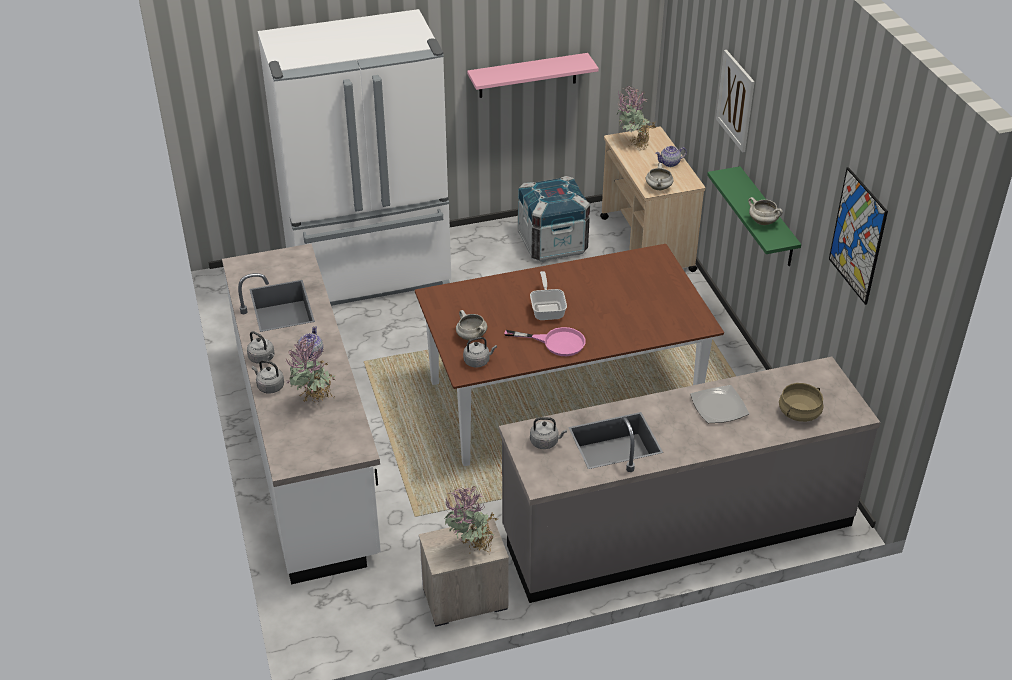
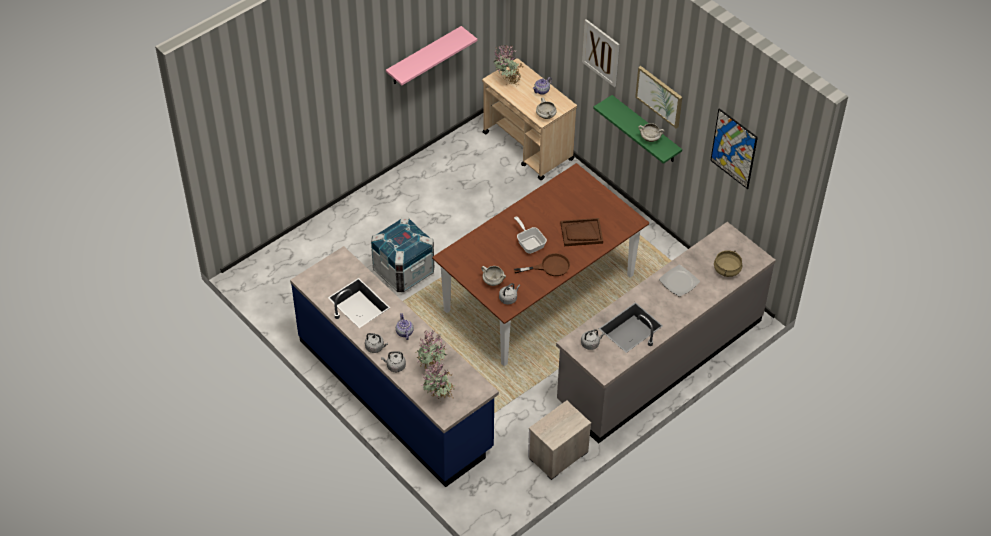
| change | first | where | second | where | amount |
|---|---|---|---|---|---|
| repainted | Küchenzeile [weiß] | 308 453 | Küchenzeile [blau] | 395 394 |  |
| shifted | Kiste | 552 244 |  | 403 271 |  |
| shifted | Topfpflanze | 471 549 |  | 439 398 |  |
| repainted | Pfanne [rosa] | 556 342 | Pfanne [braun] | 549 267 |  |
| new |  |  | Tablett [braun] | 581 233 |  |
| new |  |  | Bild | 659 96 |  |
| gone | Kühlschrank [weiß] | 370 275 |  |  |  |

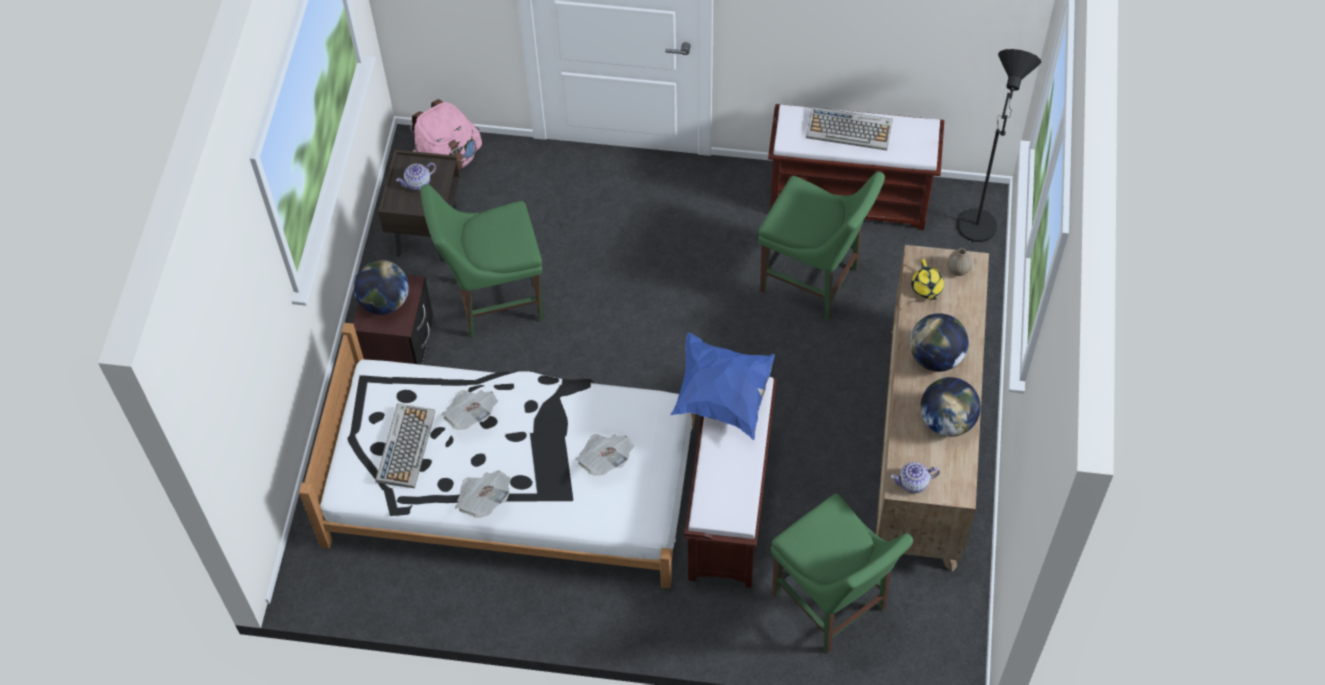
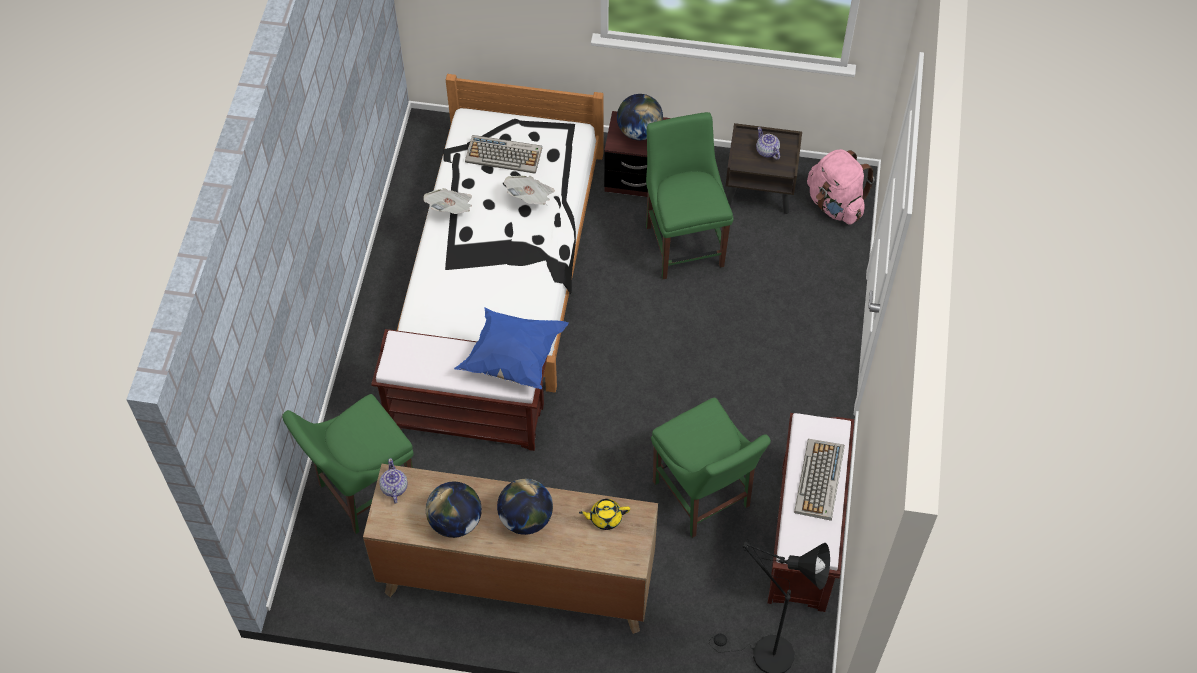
| change | first | where | second | where | amount |
|---|---|---|---|---|---|
| rotated | Stuhl [grün] | 814 282 |  | 703 498 | 60 degrees counterclockwise |
| gone | Zeitung | 604 460 |  |  |  |
| gone | Vase | 958 270 |  |  |  |

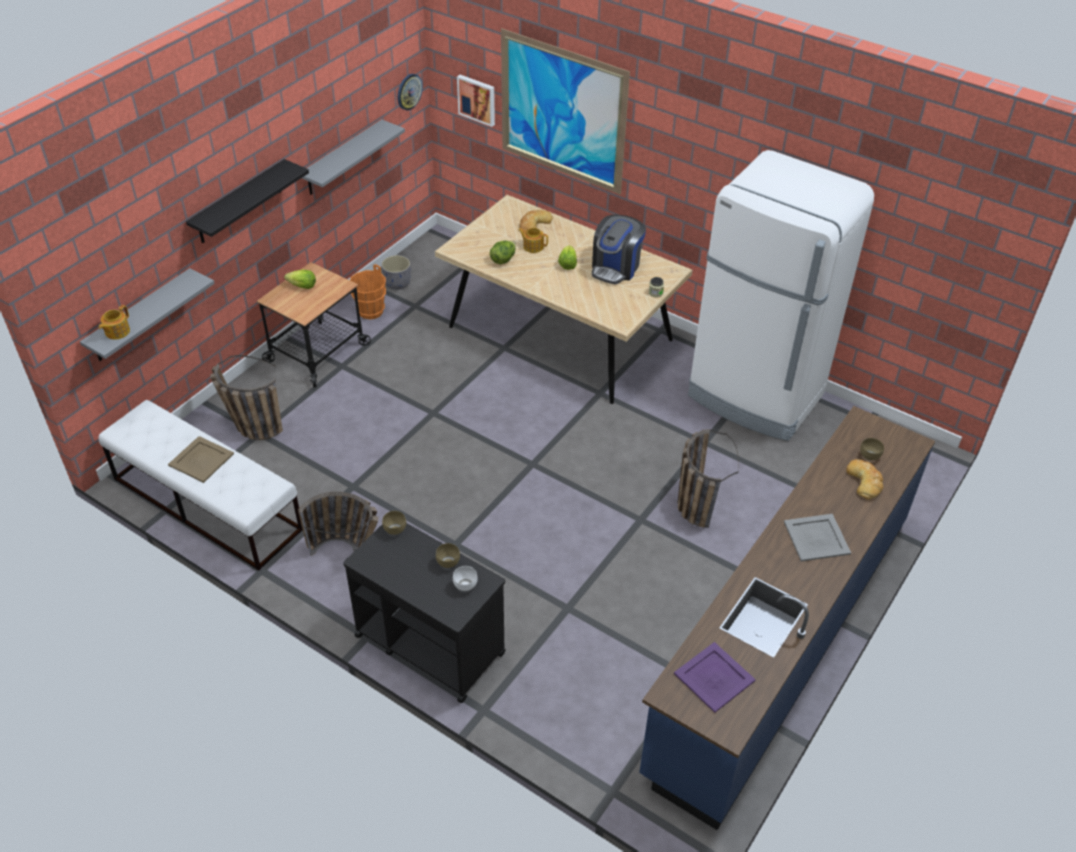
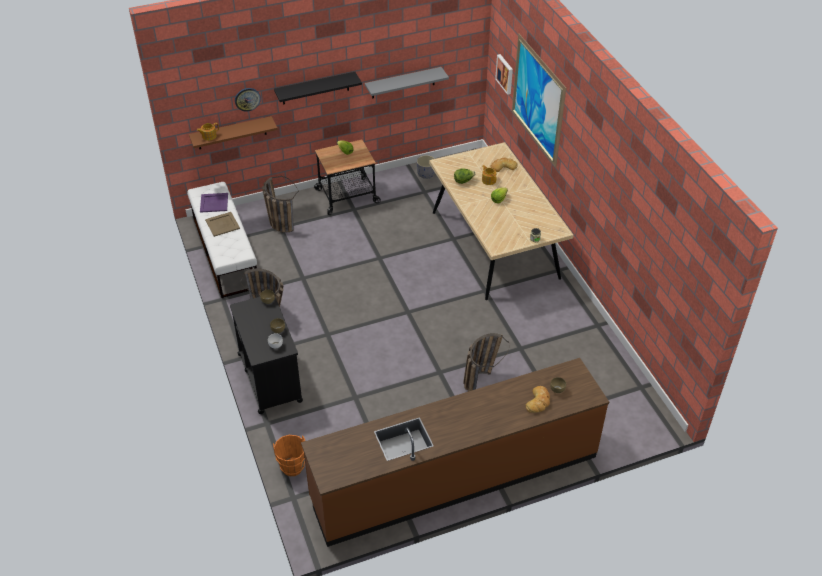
| change | first | where | second | where | amount |
|---|---|---|---|---|---|
| repainted | Wandregal [grau] | 140 316 | Wandregal [braun] | 231 133 |  |
| shifted | Tablett [lila] | 715 677 |  | 214 203 |  |
| shifted | Wanduhr | 409 91 |  | 247 99 |  |
| shifted | Eimer [orange] | 371 311 |  | 292 467 |  |
| repainted | Küchenzeile [blau] | 780 641 | Küchenzeile [braun] | 454 477 |  |
| gone | Kaffeemaschine | 616 267 |  |  |  |
| gone | Kühlschrank [weiß] | 755 397 |  |  |  |
| gone | Tablett [grau] | 817 538 |  |  |  |

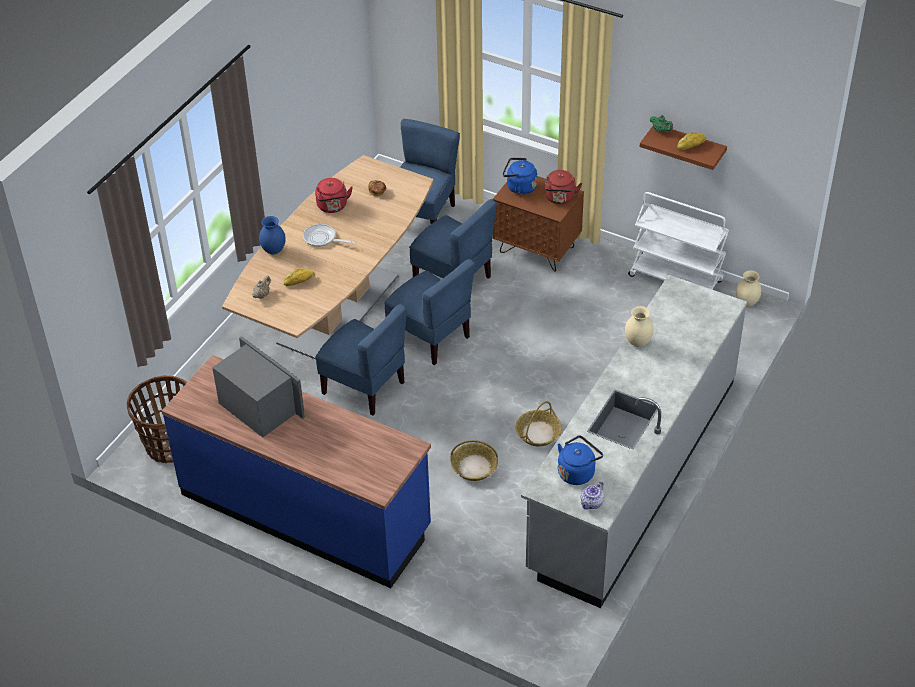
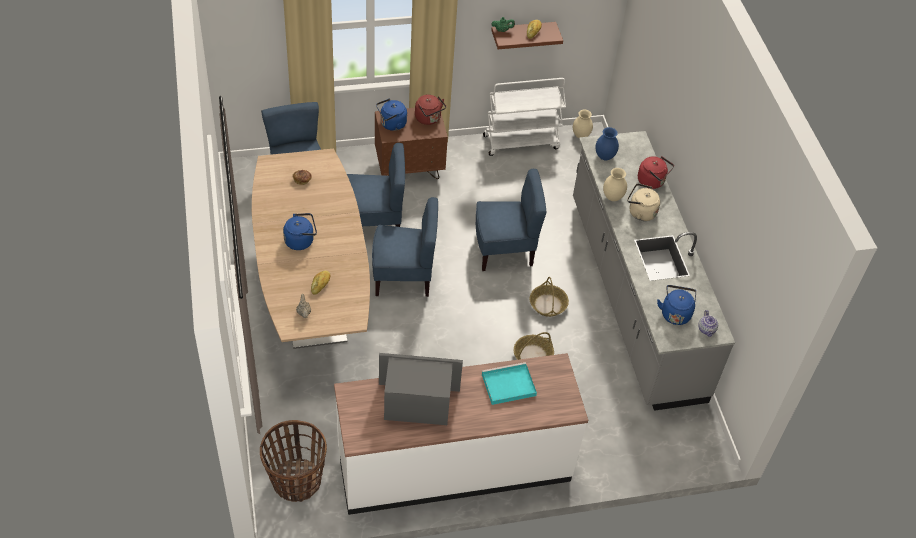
| change | first | where | second | where | amount |
|---|---|---|---|---|---|
| swapped | Pfanne | 322 239 | Wasserkessel [blau] | 301 240 |  |
| repainted | Küchenzeile [blau] | 305 511 | Küchenzeile [weiß] | 454 465 |  |
| shifted | Stuhl [blau] | 364 387 |  | 504 250 |  |
| new |  |  | Tablett [türkis] | 507 385 |  |
| shifted | Vase [blau] | 273 250 |  | 604 156 |  |
| new |  |  | Wasserkessel [beige] | 640 212 |  |
| shifted | Wasserkessel [rot] | 333 207 |  | 652 182 |  |

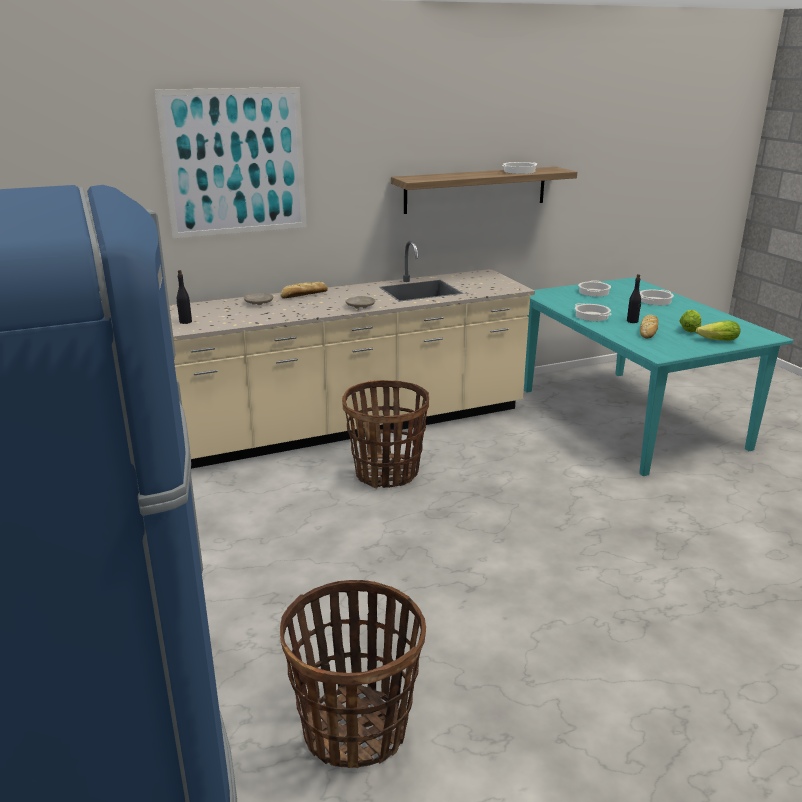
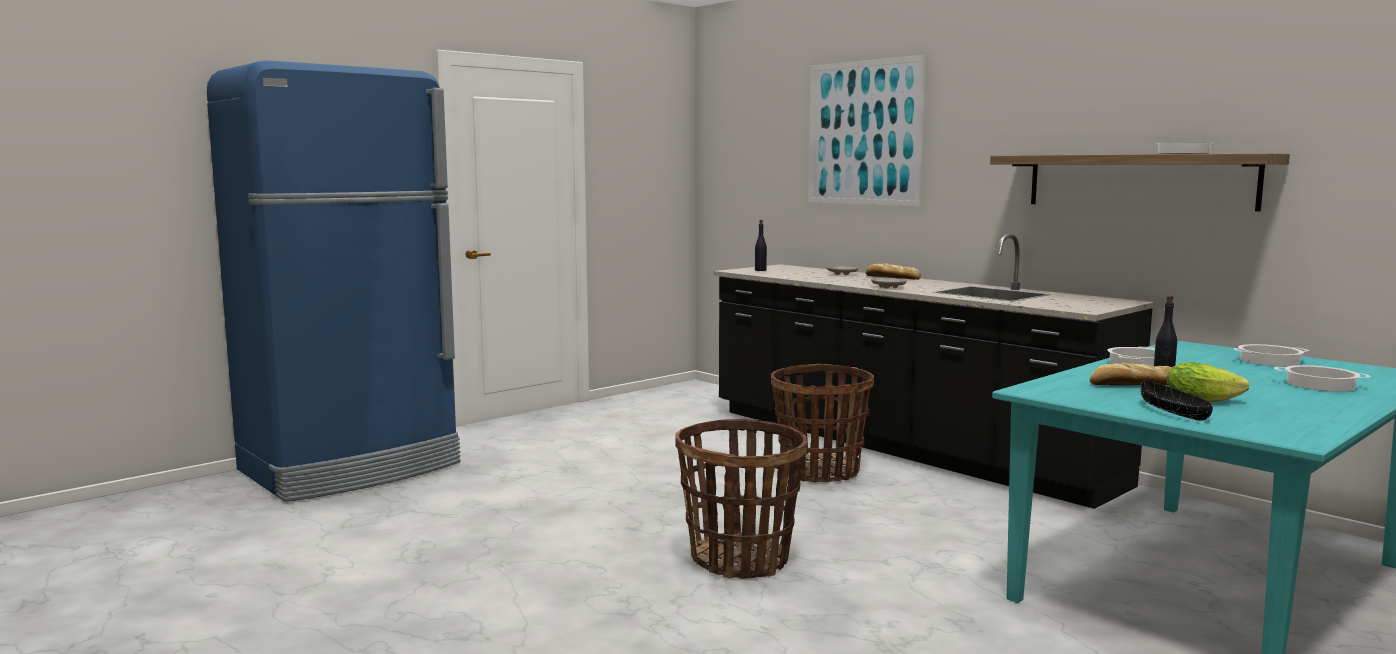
| change | first | where | second | where | amount |
|---|---|---|---|---|---|
| shifted | Korb | 355 729 |  | 740 560 |  |
| repainted | Küchenzeile [beige] | 350 427 | Küchenzeile [schwarz] | 900 446 |  |
| swapped | Salatkopf | 715 340 | Schüssel [schwarz] | 1174 412 |  |

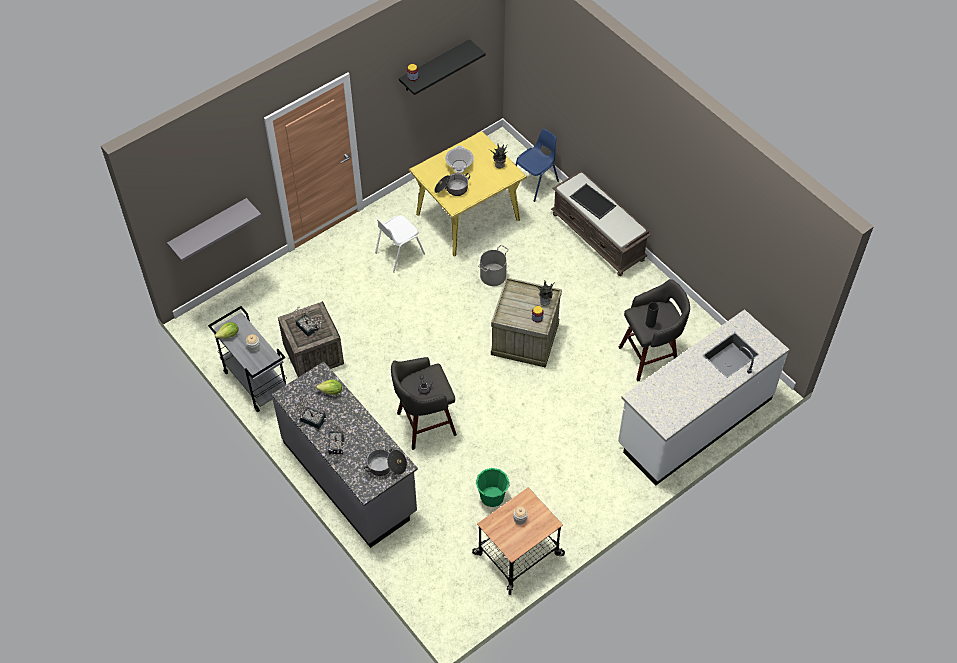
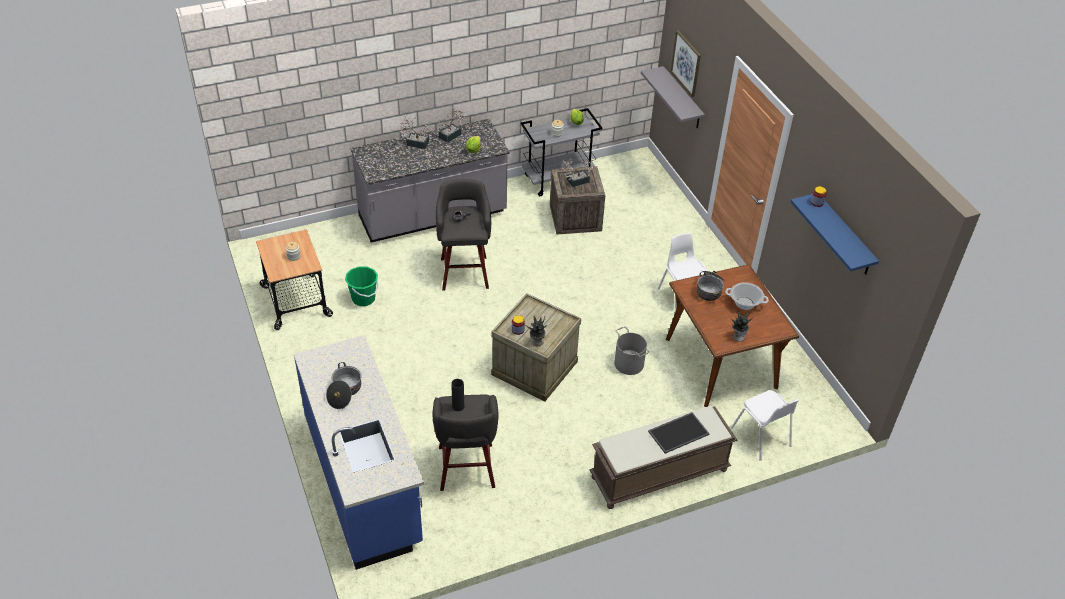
| change | first | where | second | where | amount |
|---|---|---|---|---|---|
| repainted | Küchenzeile [weiß] | 694 421 | Küchenzeile [blau] | 364 481 |  |
| shifted | Kochtopf | 386 466 |  | 344 392 |  |
| repainted | Esstisch [gelb] | 468 216 | Esstisch [braun] | 721 363 |  |
| new |  |  | Bild | 686 63 |  |
| repainted | Stuhl [blau] | 535 183 | Stuhl [weiß] | 761 437 |  |
| repainted | Wandregal [schwarz] | 434 66 | Wandregal [blau] | 844 235 |  |

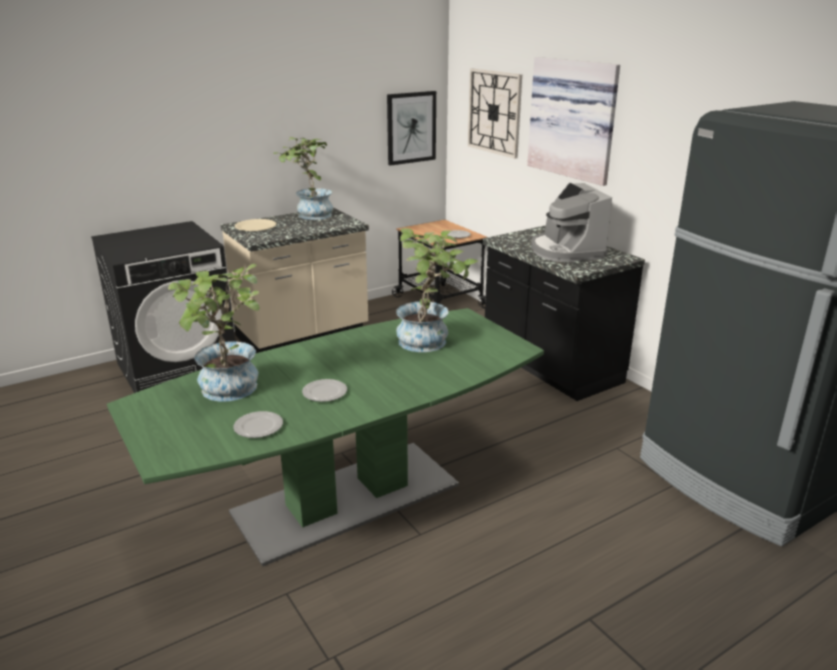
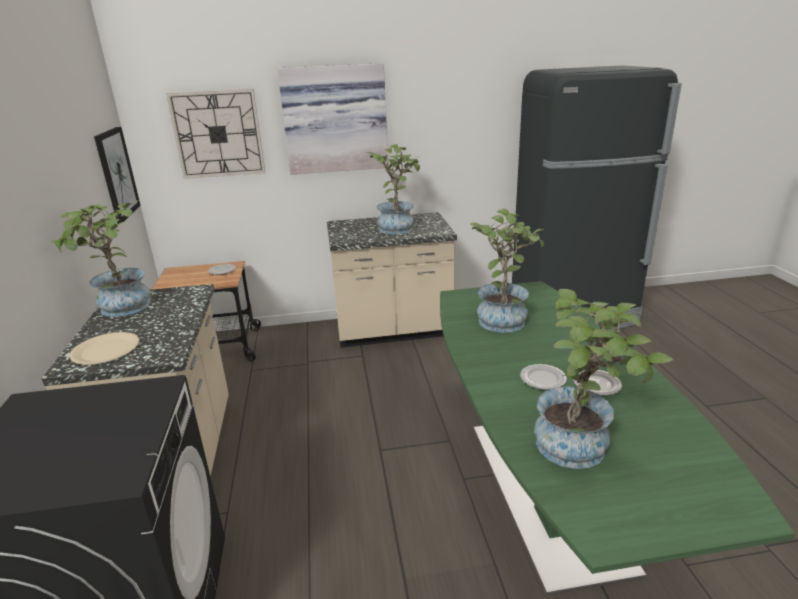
| change | first | where | second | where | amount |
|---|---|---|---|---|---|
| repainted | Küchenzeile [schwarz] | 549 368 | Küchenzeile [beige] | 393 331 |  |
| swapped | Kaffeemaschine | 566 251 | Topfpflanze | 398 227 |  |
| shifted | Teller | 258 427 |  | 542 379 |  |

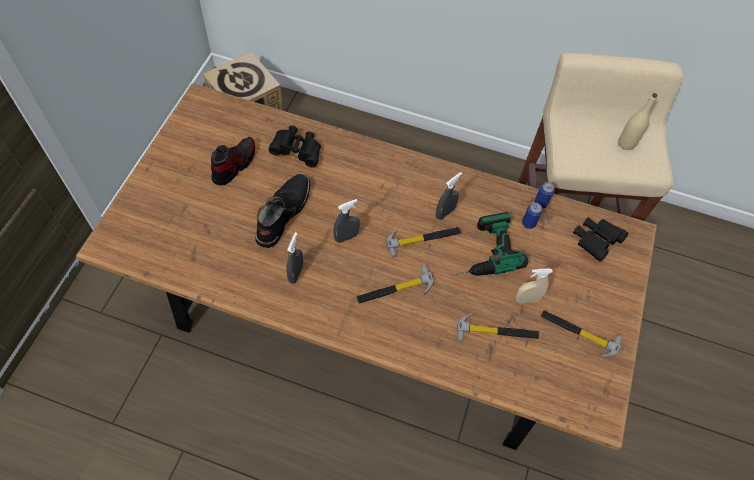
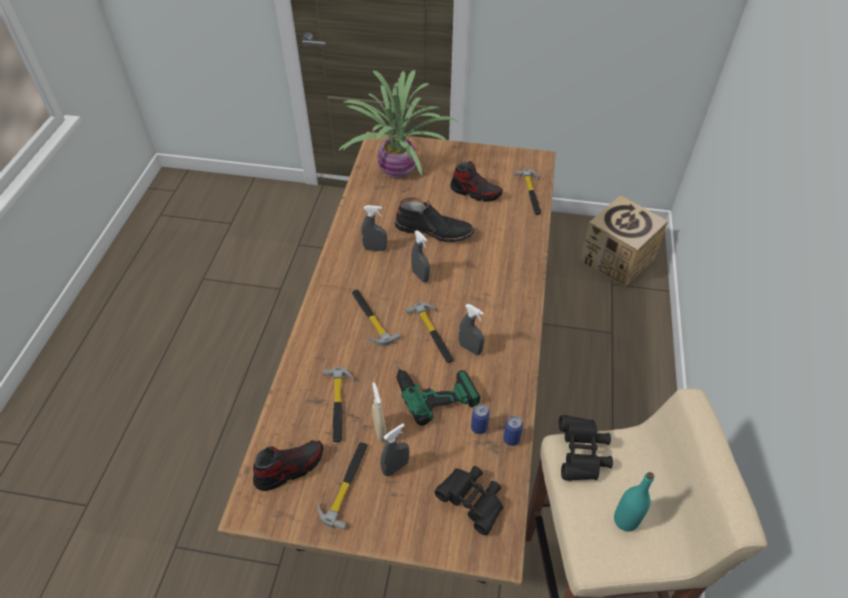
| change | first | where | second | where | amount |
|---|---|---|---|---|---|
| new |  |  | Schuh | 289 468 |  |
| new |  |  | Topfpflanze | 397 172 |  |
| new |  |  | Sprühflasche [grau] | 395 467 |  |
| new |  |  | Hammer | 531 193 |  |
| shifted | Fernglas [schwarz] | 297 151 |  | 582 455 |  |
| repainted | Flasche [beige] | 626 144 | Flasche [türkis] | 625 520 |  |

